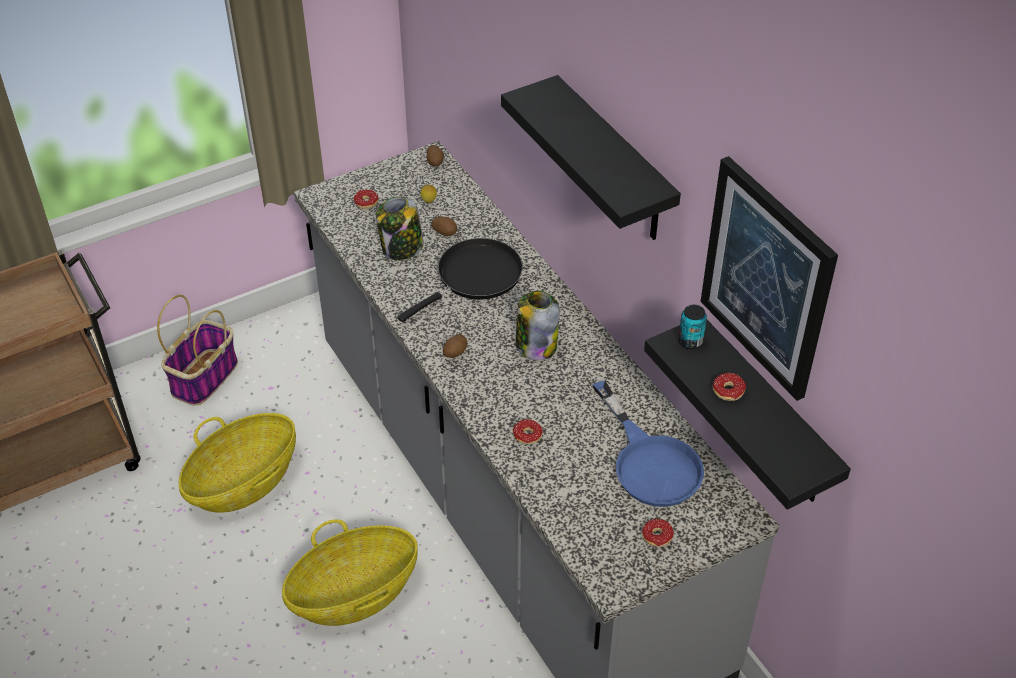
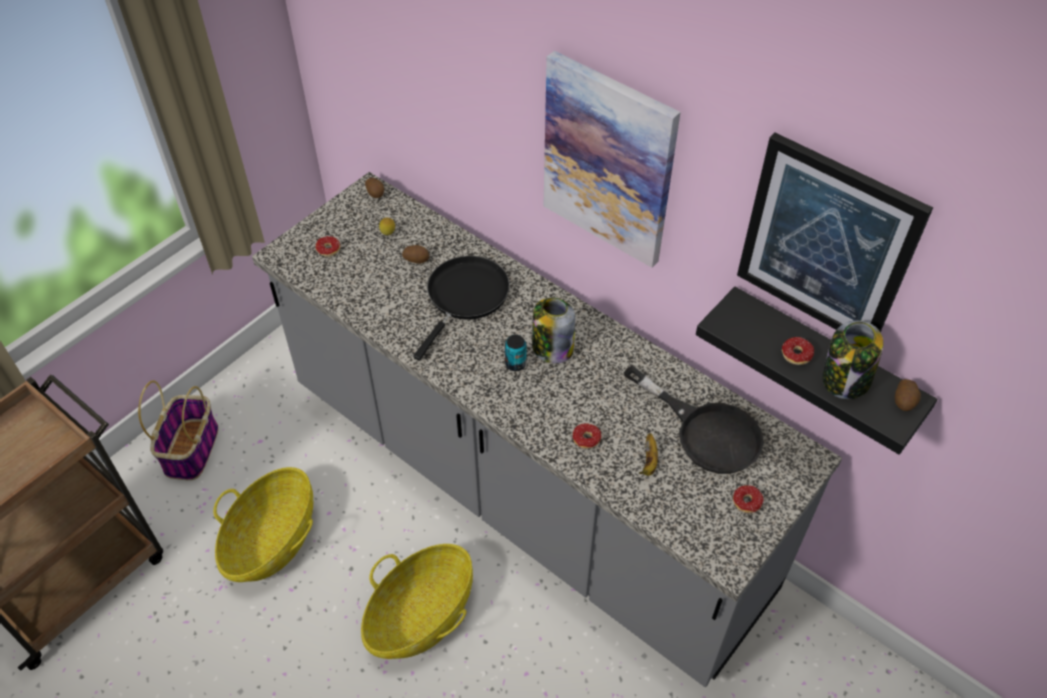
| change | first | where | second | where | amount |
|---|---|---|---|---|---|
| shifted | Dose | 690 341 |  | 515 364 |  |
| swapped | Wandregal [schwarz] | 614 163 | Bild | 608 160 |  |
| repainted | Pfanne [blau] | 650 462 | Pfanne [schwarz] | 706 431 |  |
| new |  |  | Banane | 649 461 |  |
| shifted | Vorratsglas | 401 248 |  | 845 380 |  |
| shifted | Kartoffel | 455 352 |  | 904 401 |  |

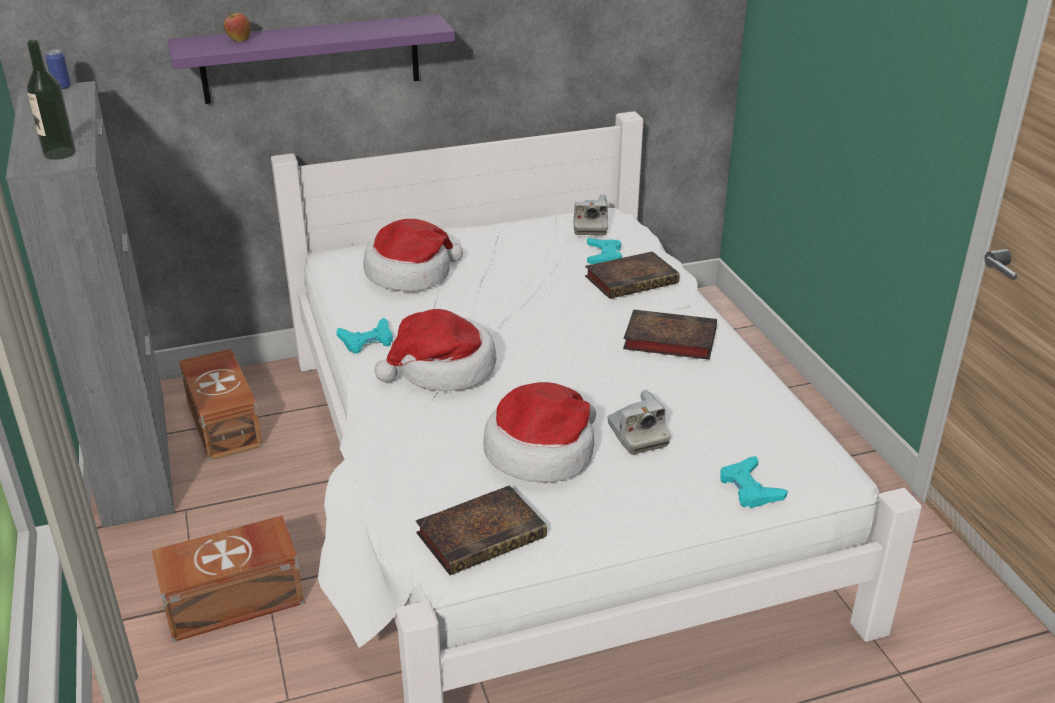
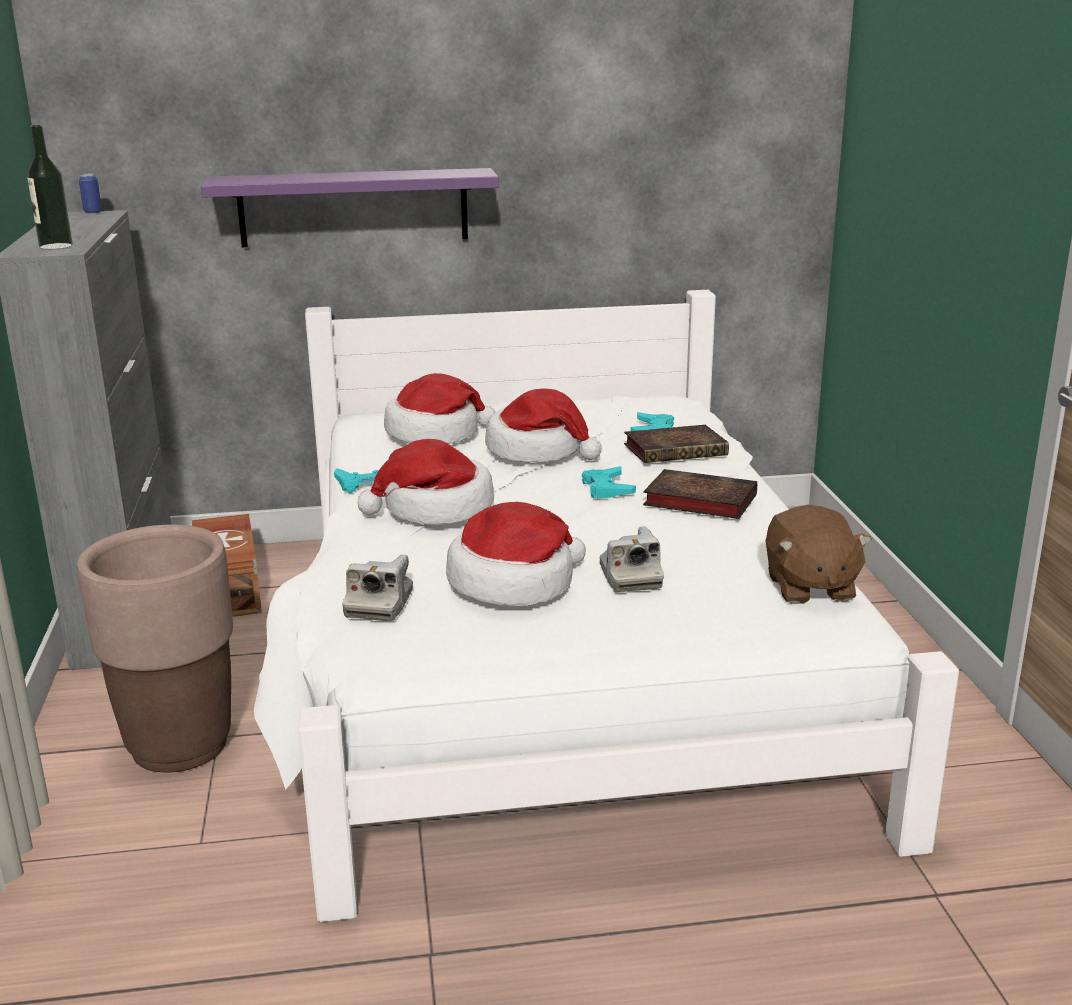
| change | first | where | second | where | amount |
|---|---|---|---|---|---|
| swapped | Aufbewahrungsbox [braun] | 236 601 | Pflanzkübel [braun] | 180 746 |  |
| shifted | Kamera | 590 226 |  | 379 604 |  |
| new |  |  | Hut | 538 450 |  |
| shifted | Gamepad [türkis] | 749 488 |  | 607 488 |  |
| new |  |  | Plüschtier [braun] | 809 587 |  |
| gone | Apfel | 239 40 |  |  |  |
| gone | Buch | 483 534 |  |  |  |

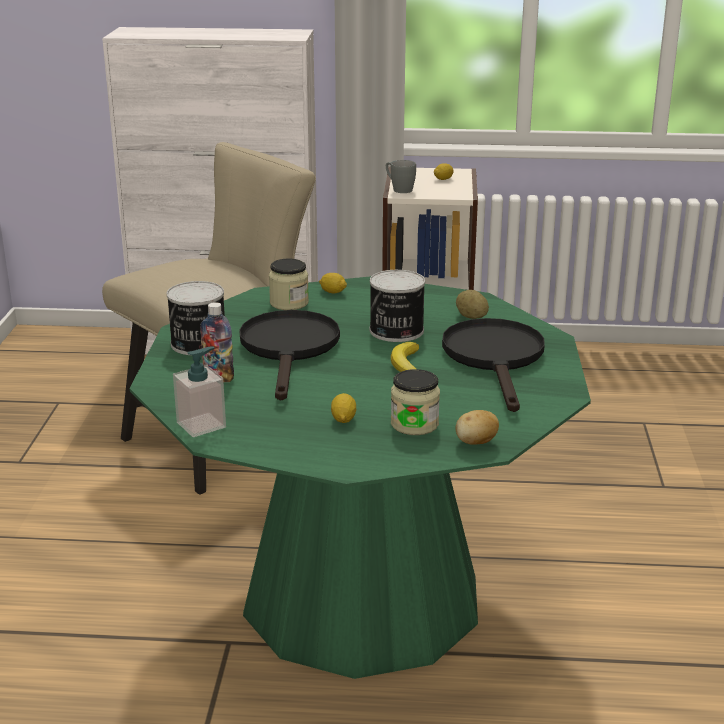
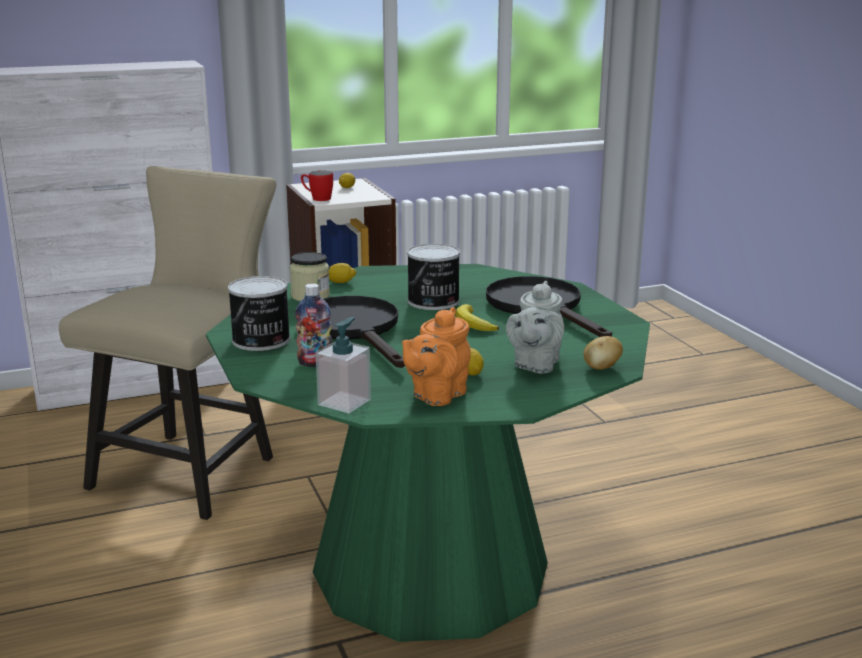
| change | first | where | second | where | amount |
|---|---|---|---|---|---|
| repainted | Henkelbecher [grau] | 399 189 | Henkelbecher [rot] | 317 198 |  |
| new |  |  | Teekanne [orange] | 436 396 |  |
| swapped | Vorratsglas | 414 424 | Teekanne [grau] | 535 365 |  |
| gone | Kartoffel | 471 317 |  |  |  |

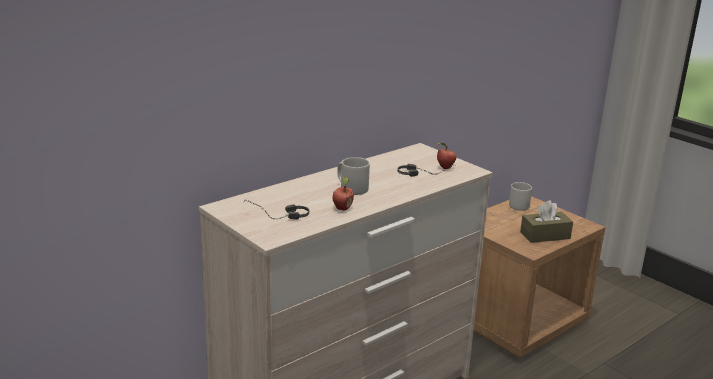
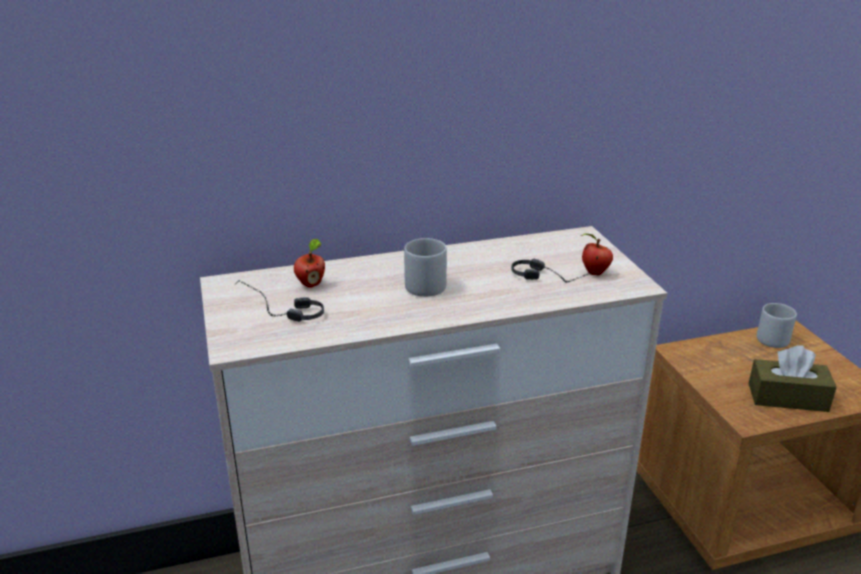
| change | first | where | second | where | amount |
|---|---|---|---|---|---|
| shifted | Apfel | 342 208 |  | 311 284 |  |

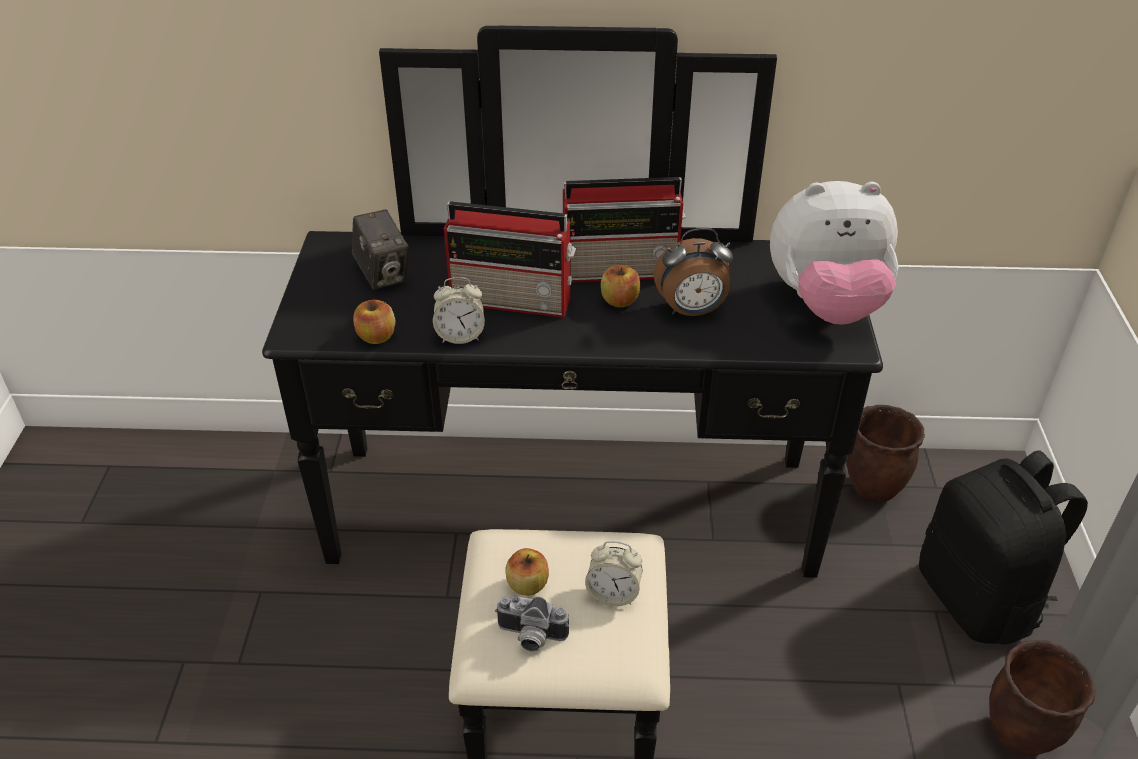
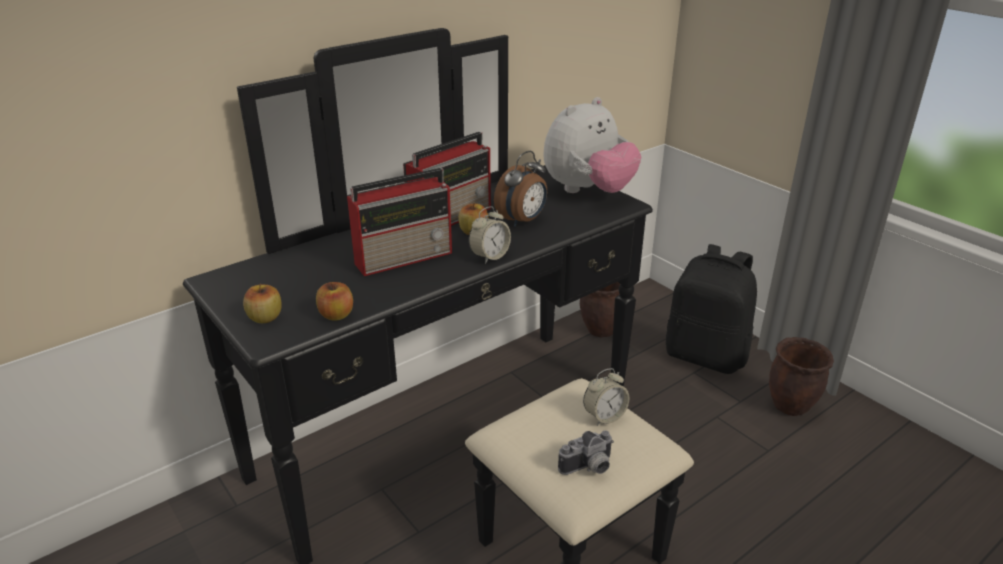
| change | first | where | second | where | amount |
|---|---|---|---|---|---|
| shifted | Apfel | 527 584 |  | 265 318 |  |
| shifted | Wecker | 460 336 |  | 489 256 |  |
| gone | Kamera | 383 274 |  |  |  |

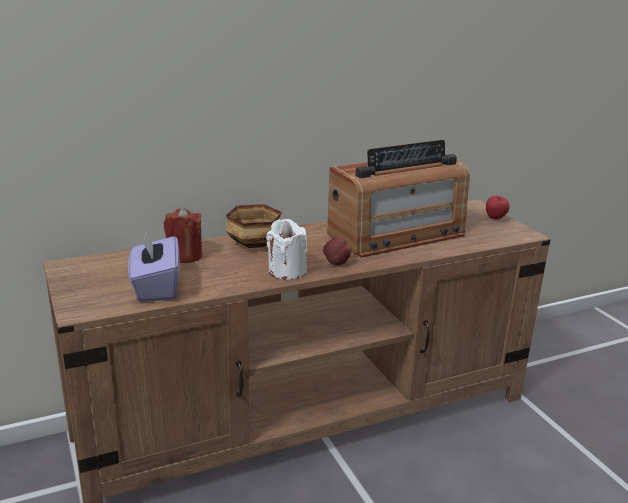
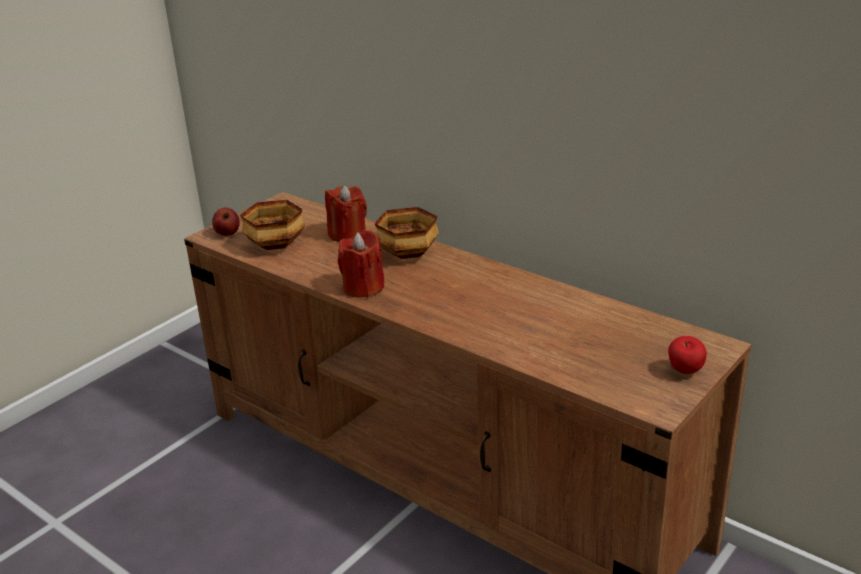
| change | first | where | second | where | amount |
|---|---|---|---|---|---|
| shifted | Apfel | 336 264 |  | 227 234 |  |
| swapped | Taschentuchbox [lila] | 156 288 | Schüssel | 274 246 |  |
| repainted | Kerze [weiß] | 286 271 | Kerze [rot] | 363 288 |  |
| gone | Radio | 396 235 |  |  |  |

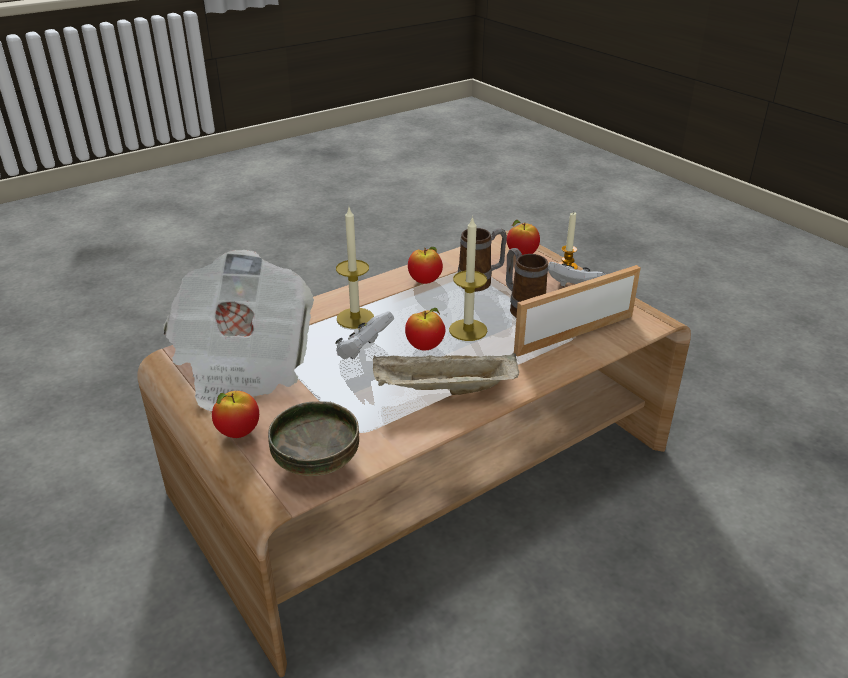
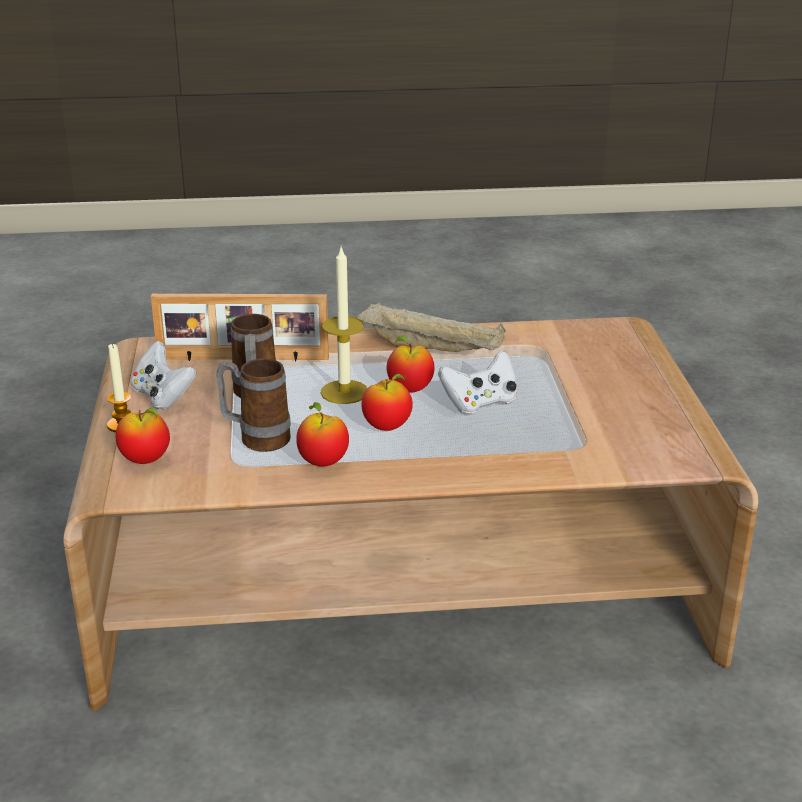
| change | first | where | second | where | amount |
|---|---|---|---|---|---|
| shifted | Apfel | 238 432 |  | 387 427 |  |
| gone | Zeitung | 243 363 |  |  |  |
| gone | Schüssel | 317 461 |  |  |  |
| gone | Kerze | 355 318 |  |  |  |

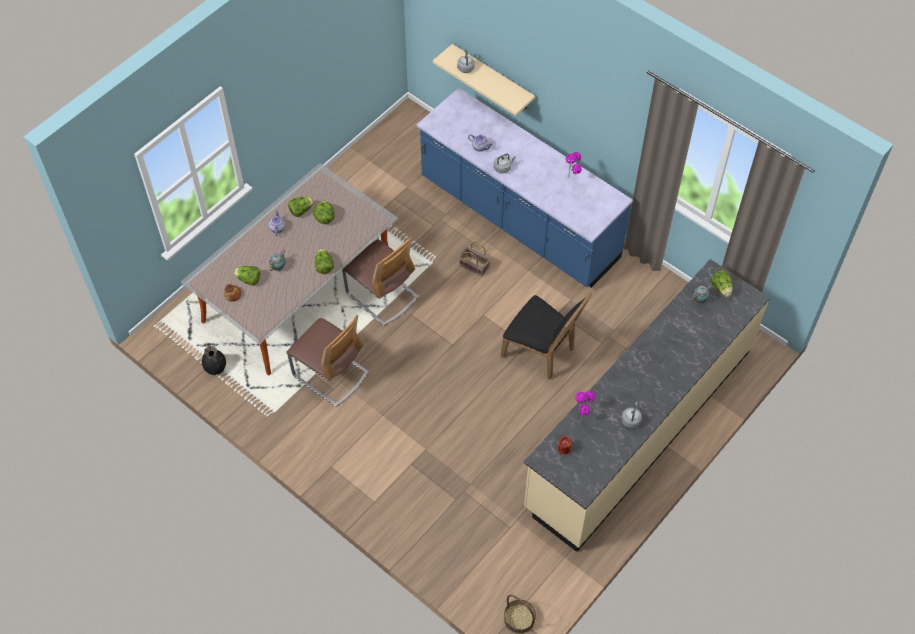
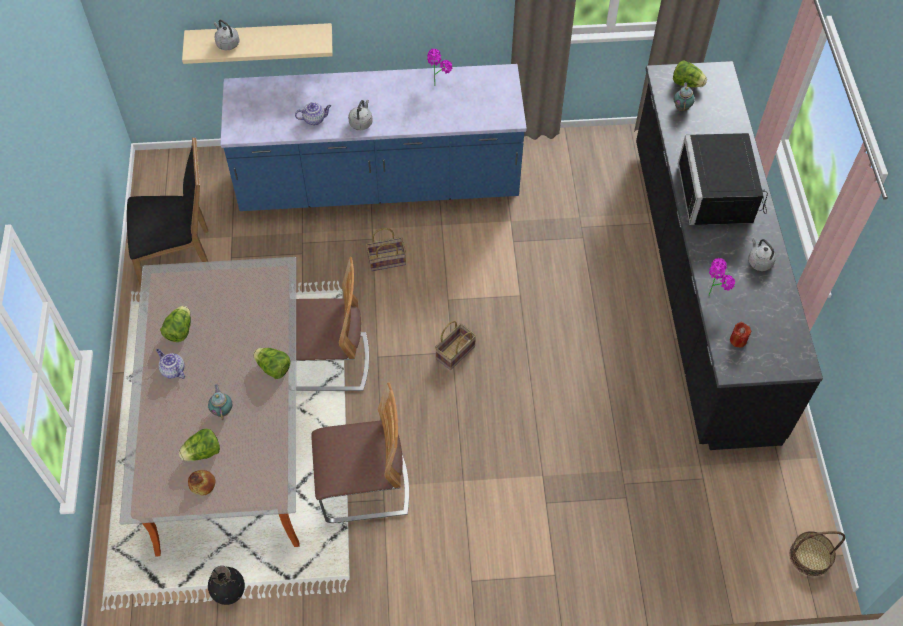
| change | first | where | second | where | amount |
|---|---|---|---|---|---|
| shifted | Stuhl [schwarz] | 542 352 |  | 180 255 |  |
| new |  |  | Korb | 455 353 |  |
| repainted | Küchenzeile [beige] | 638 427 | Küchenzeile [schwarz] | 700 286 |  |
| new |  |  | Mikrowelle [schwarz] | 721 194 |  |
| gone | Salatkopf | 324 218 |  |  |  |

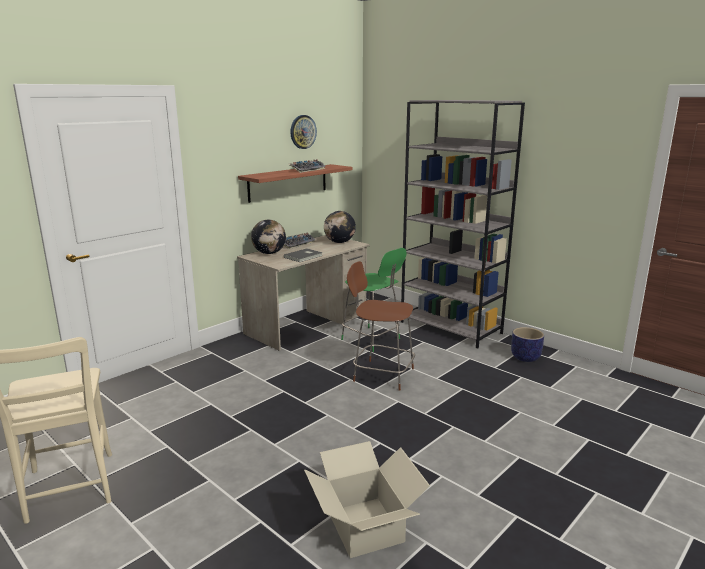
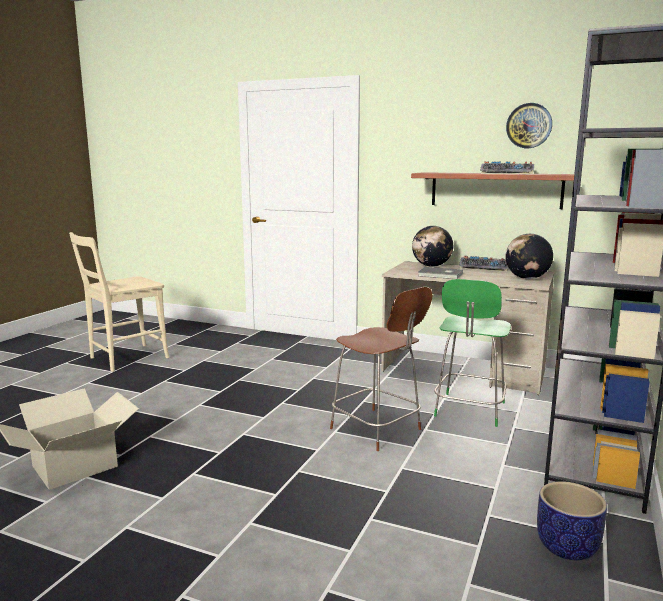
| change | first | where | second | where | amount |
|---|---|---|---|---|---|
| rotated | Stuhl [braun] | 381 374 |  | 378 430 | 135 degrees clockwise |

